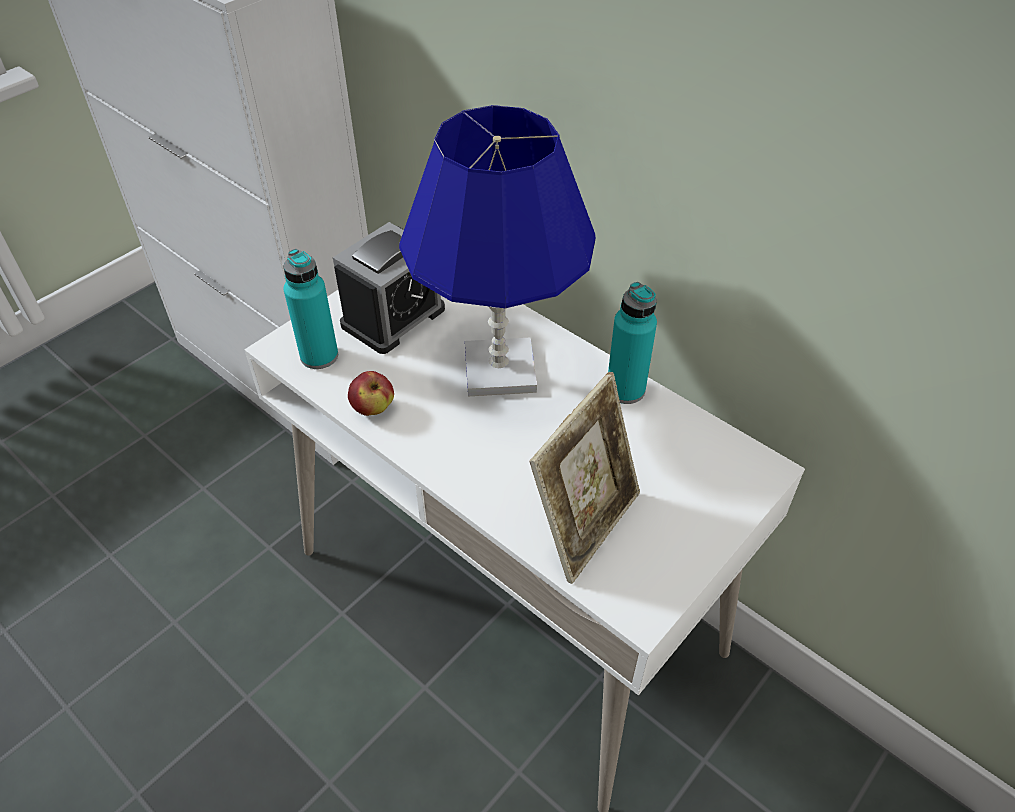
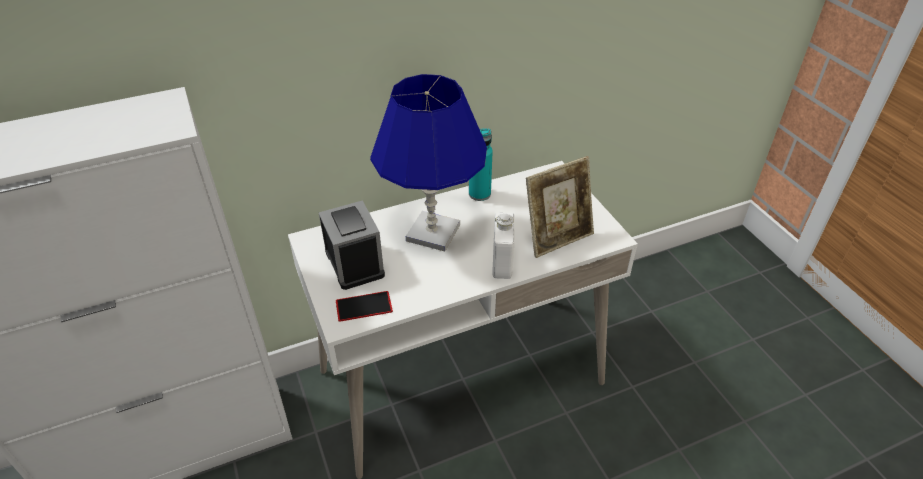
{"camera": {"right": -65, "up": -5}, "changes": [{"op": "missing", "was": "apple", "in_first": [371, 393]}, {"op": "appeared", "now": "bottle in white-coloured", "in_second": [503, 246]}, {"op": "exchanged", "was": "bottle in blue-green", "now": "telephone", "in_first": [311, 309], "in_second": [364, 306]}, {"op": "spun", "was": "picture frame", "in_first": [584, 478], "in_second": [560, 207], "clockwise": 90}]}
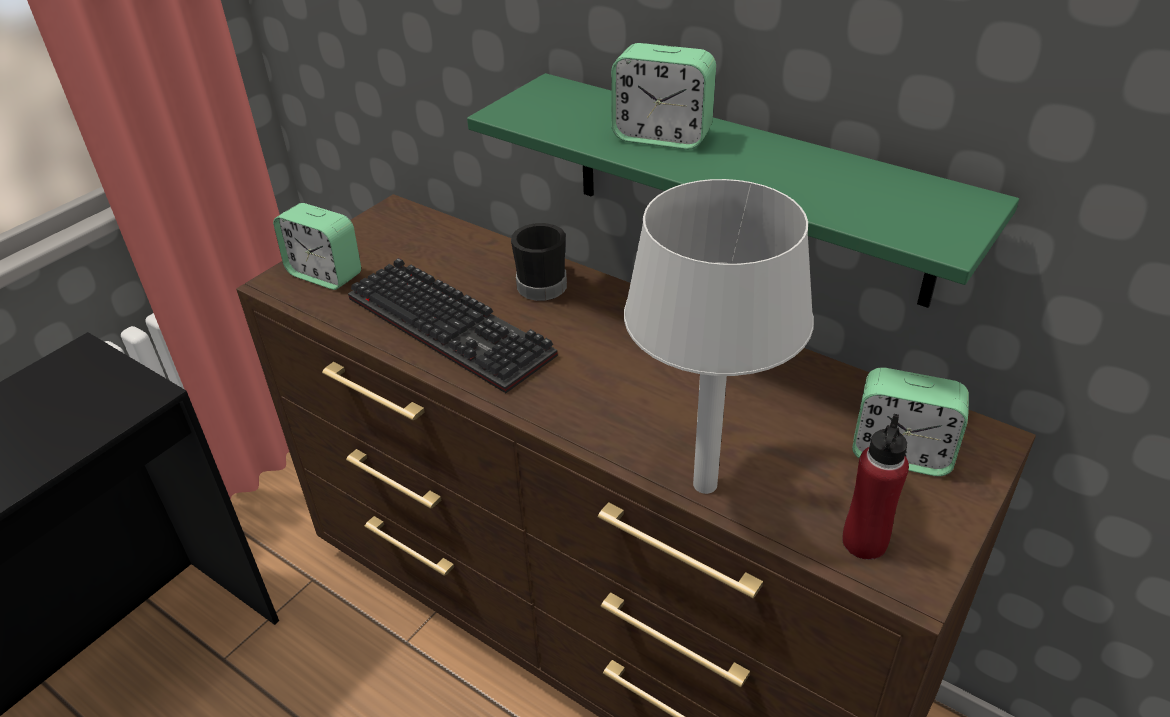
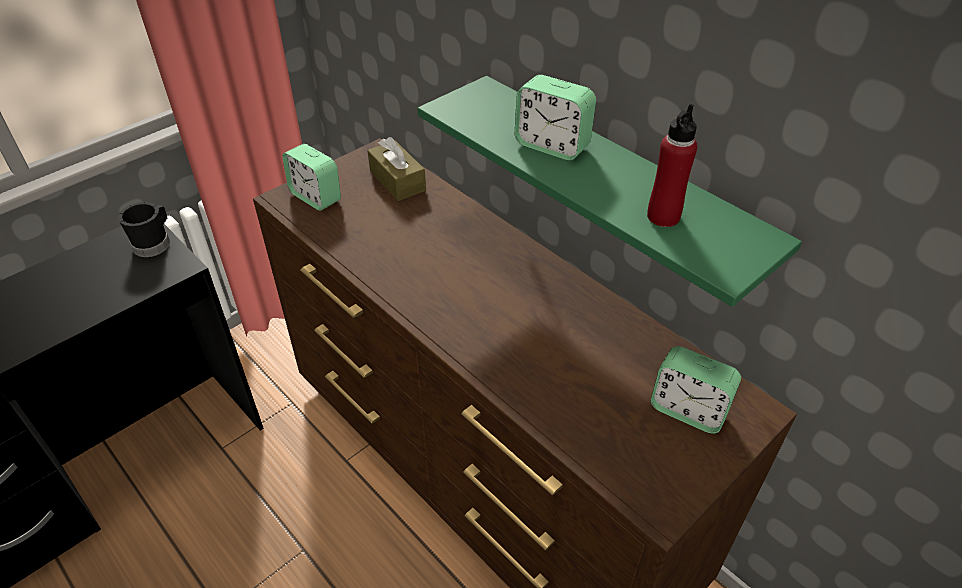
{"camera": {"right": 10, "up": 5}, "changes": [{"op": "missing", "was": "keyboard", "in_first": [453, 325]}, {"op": "missing", "was": "lamp for a table in greyish", "in_first": [719, 336]}, {"op": "appeared", "now": "tissue holder in brown", "in_second": [396, 169]}, {"op": "relocated", "was": "tea mug in black", "in_first": [539, 262], "in_second": [144, 229]}, {"op": "relocated", "was": "bottle in red", "in_first": [875, 487], "in_second": [672, 165]}]}
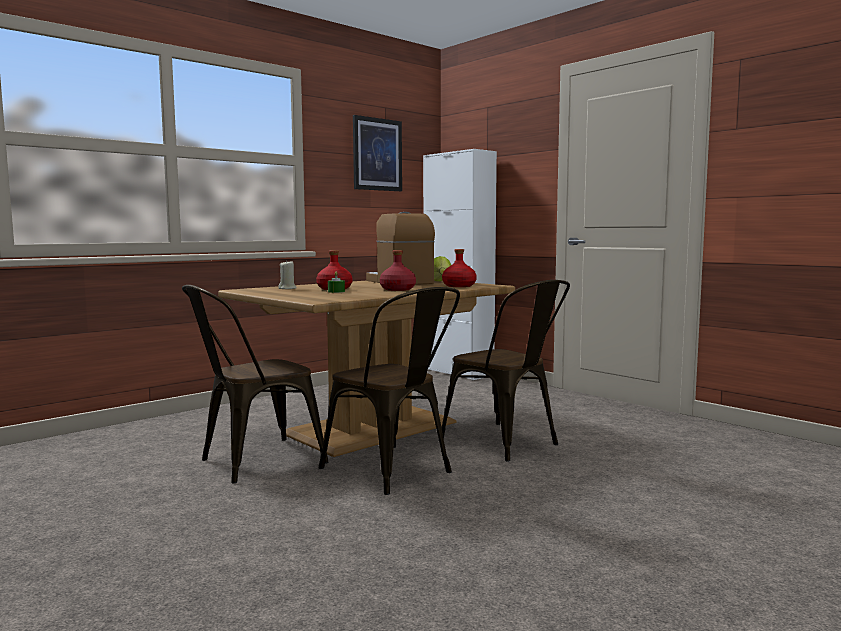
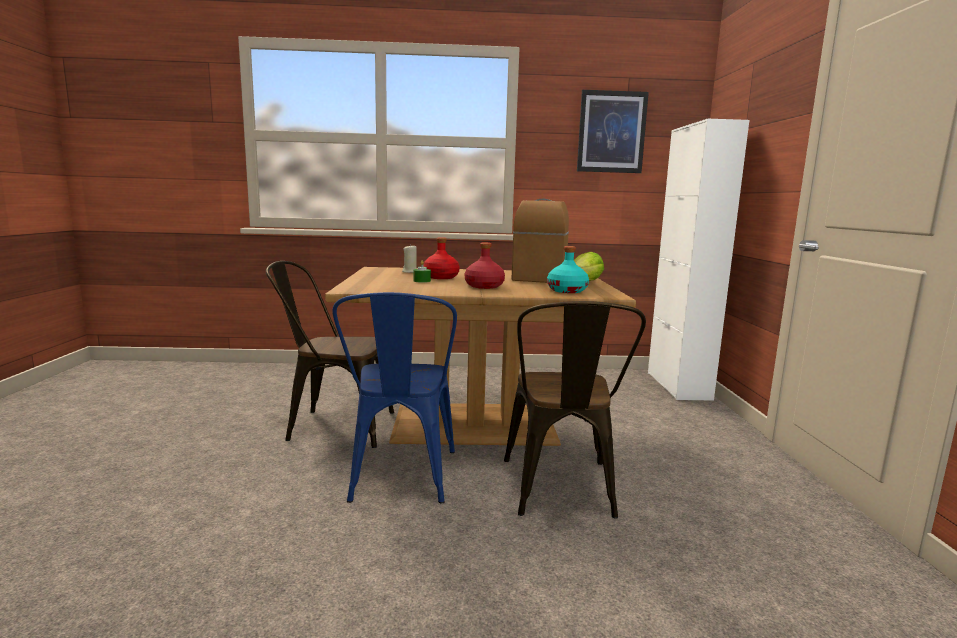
{"camera": {"right": 40, "up": 5}, "changes": [{"op": "colour", "was": "chair in brown", "now": "chair in blue-coloured", "in_first": [389, 391], "in_second": [394, 397]}, {"op": "colour", "was": "bottle in red", "now": "bottle in blue-green", "in_first": [459, 268], "in_second": [568, 269]}]}
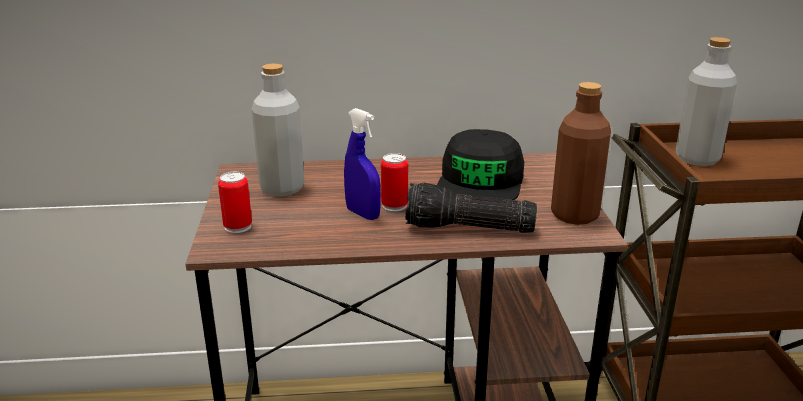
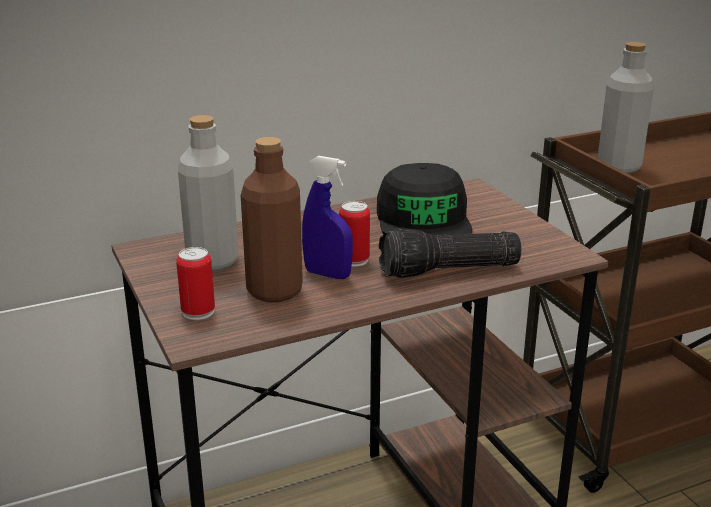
{"camera": {"right": -20, "up": 0}, "changes": [{"op": "relocated", "was": "bottle in brown", "in_first": [581, 153], "in_second": [272, 219]}]}
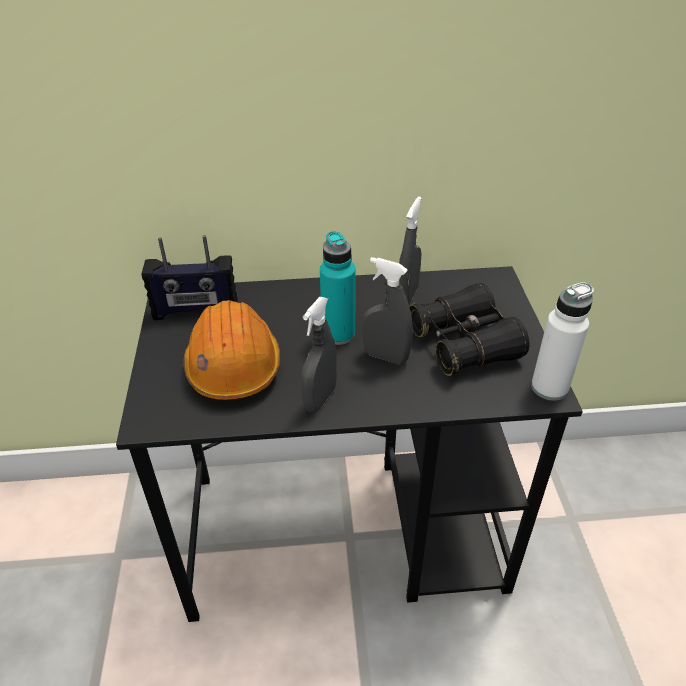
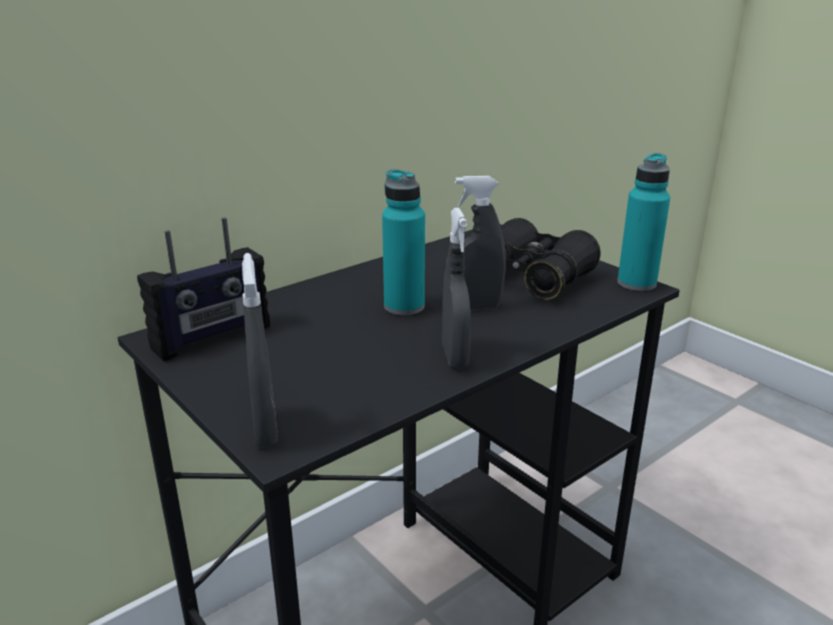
{"camera": {"right": -35, "up": -15}, "changes": [{"op": "missing", "was": "safety helmet in orange", "in_first": [232, 350]}, {"op": "relocated", "was": "hand sprayer in greyish", "in_first": [410, 250], "in_second": [260, 350]}, {"op": "colour", "was": "bottle in white-coloured", "now": "bottle in blue-green", "in_first": [562, 341], "in_second": [643, 222]}]}
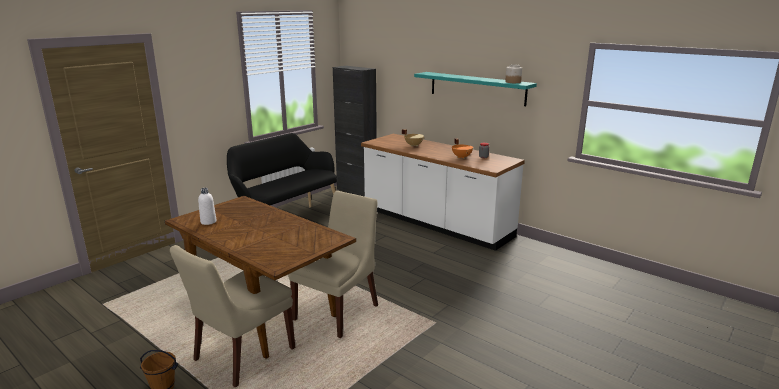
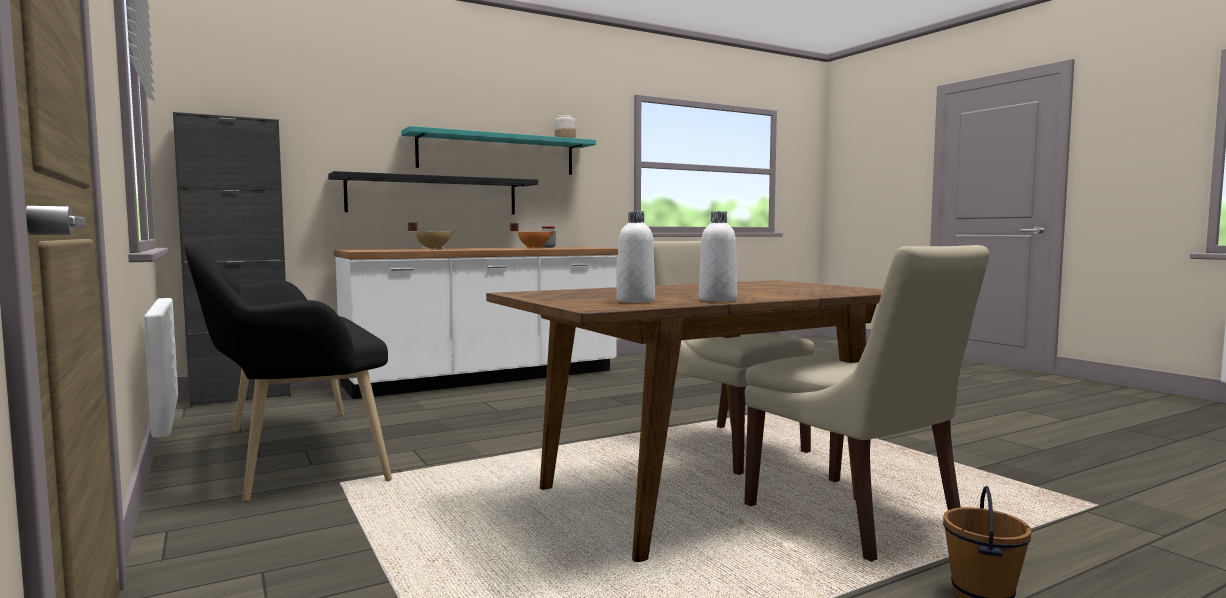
{"camera": {"right": -70, "up": -15}, "changes": [{"op": "appeared", "now": "shelf in black", "in_second": [433, 193]}, {"op": "appeared", "now": "bottle in white-coloured", "in_second": [718, 256]}]}
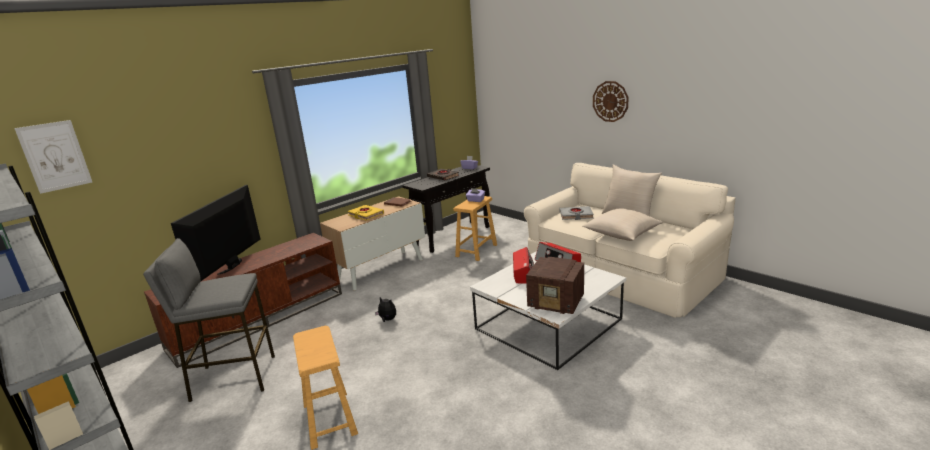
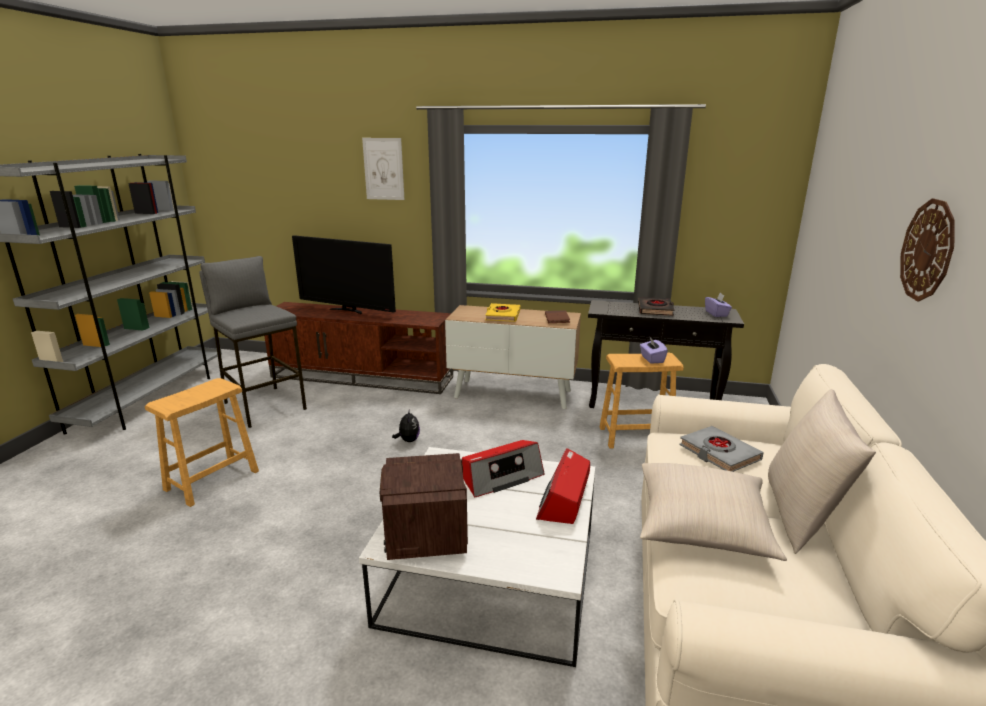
{"camera": {"right": 55, "up": 0}, "changes": [{"op": "relocated", "was": "picture", "in_first": [53, 157], "in_second": [383, 169]}, {"op": "spun", "was": "TV", "in_first": [215, 233], "in_second": [344, 274], "clockwise": -135}]}
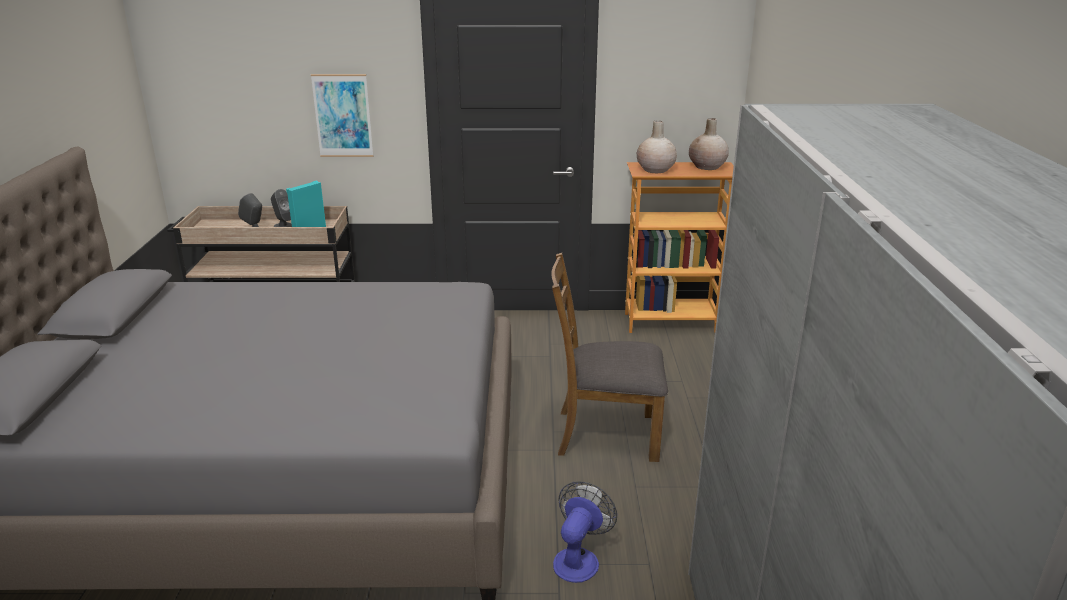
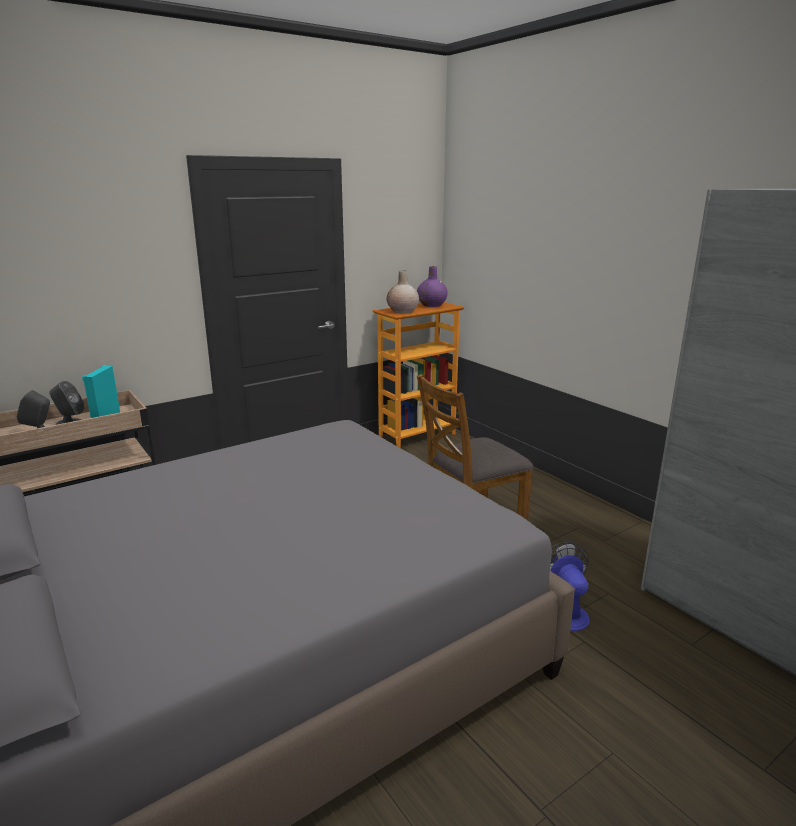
{"camera": {"right": -35, "up": -5}, "changes": [{"op": "missing", "was": "picture", "in_first": [342, 115]}, {"op": "colour", "was": "decorative vase in beige-coloured", "now": "decorative vase in purplish", "in_first": [709, 144], "in_second": [432, 286]}]}
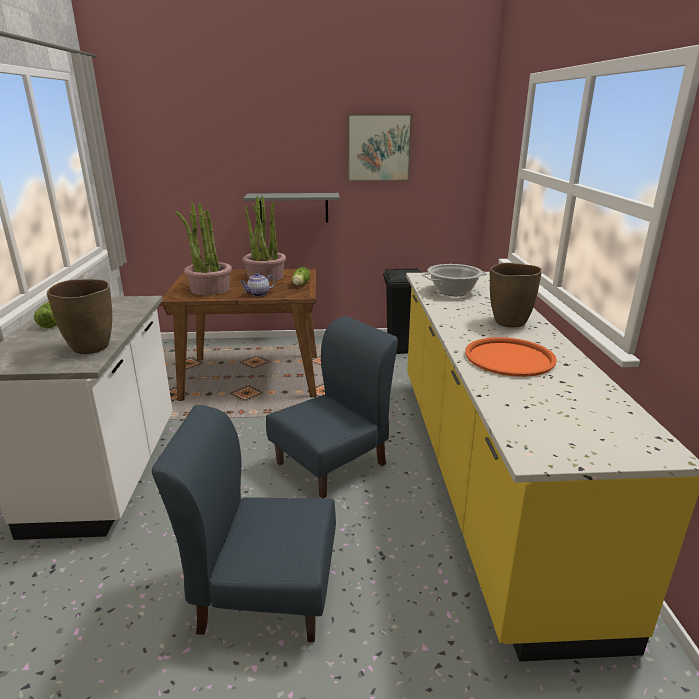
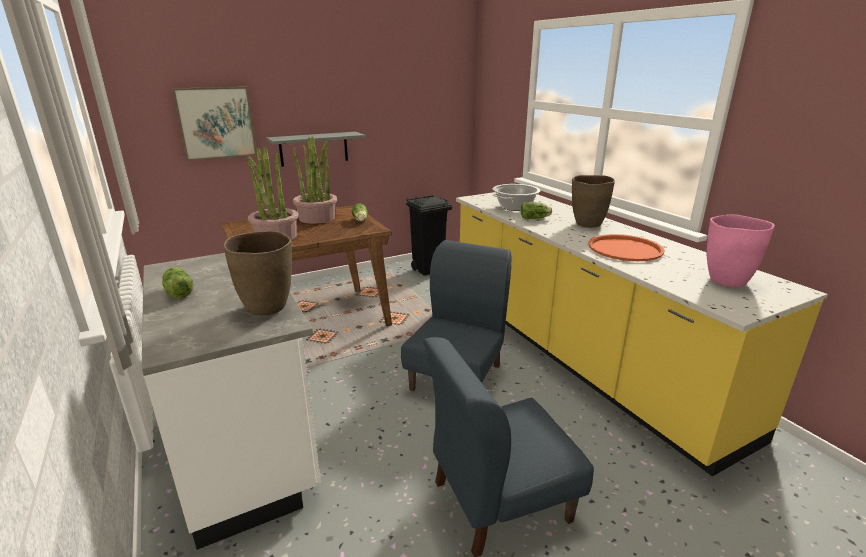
{"camera": {"right": -25, "up": 0}, "changes": [{"op": "missing", "was": "tea pot", "in_first": [257, 285]}, {"op": "appeared", "now": "head of lettuce", "in_second": [536, 210]}, {"op": "appeared", "now": "decorative vase in pinkish", "in_second": [741, 250]}, {"op": "relocated", "was": "picture", "in_first": [379, 148], "in_second": [214, 124]}]}
